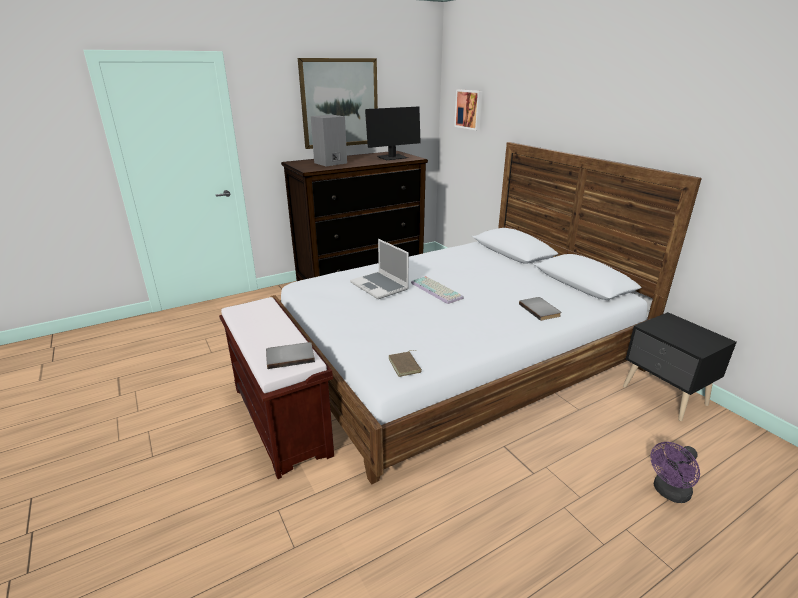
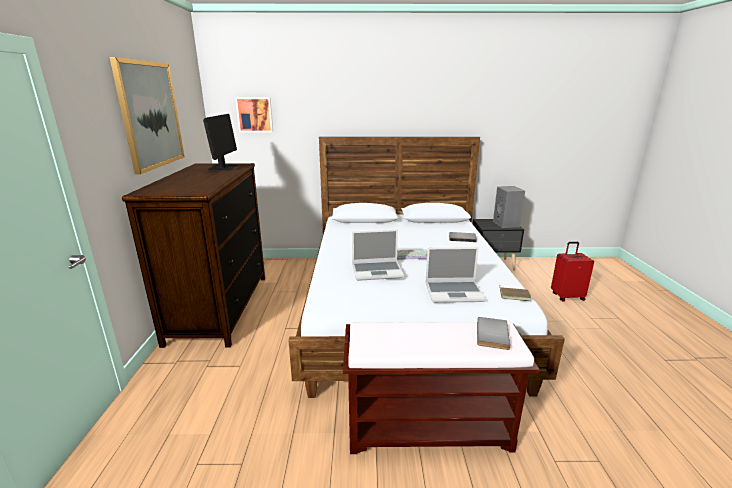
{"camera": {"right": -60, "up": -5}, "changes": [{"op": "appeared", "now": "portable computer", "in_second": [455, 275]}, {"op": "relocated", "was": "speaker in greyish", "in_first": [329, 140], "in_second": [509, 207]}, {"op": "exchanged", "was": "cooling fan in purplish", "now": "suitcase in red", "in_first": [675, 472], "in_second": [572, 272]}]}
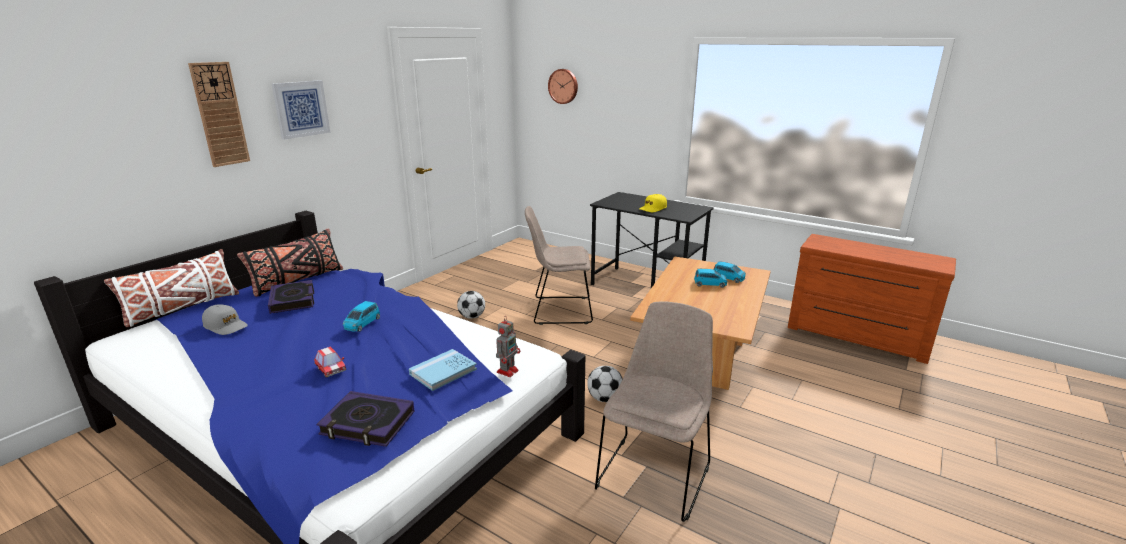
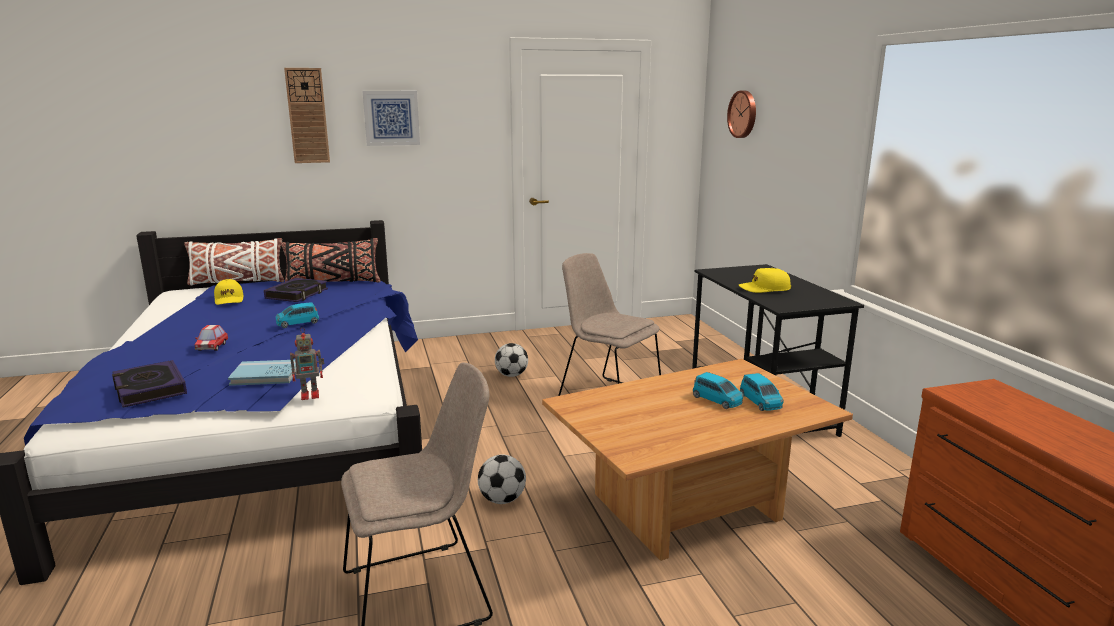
{"camera": {"right": 40, "up": -5}, "changes": [{"op": "colour", "was": "baseball cap in greyish", "now": "baseball cap in yellowish", "in_first": [225, 319], "in_second": [229, 292]}]}
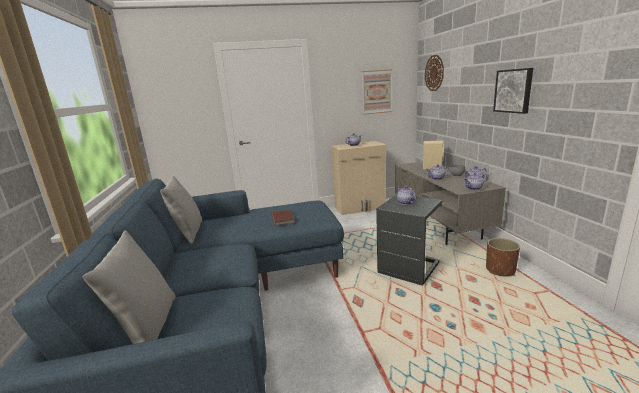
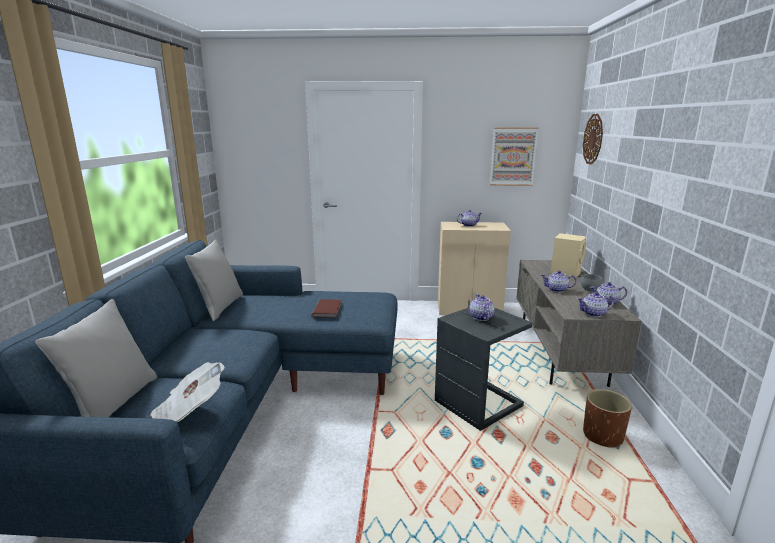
{"camera": {"right": 15, "up": 0}, "changes": [{"op": "missing", "was": "picture", "in_first": [513, 91]}, {"op": "appeared", "now": "printed paper", "in_second": [187, 392]}]}
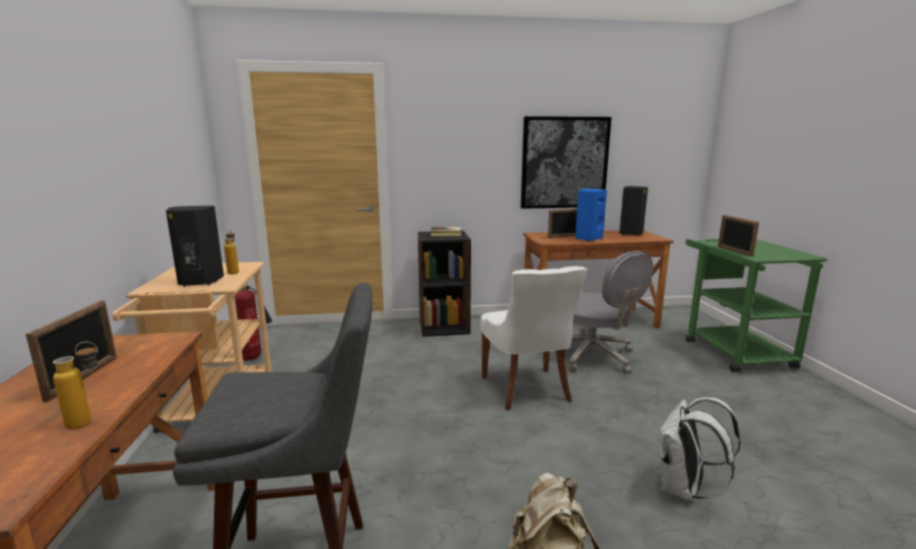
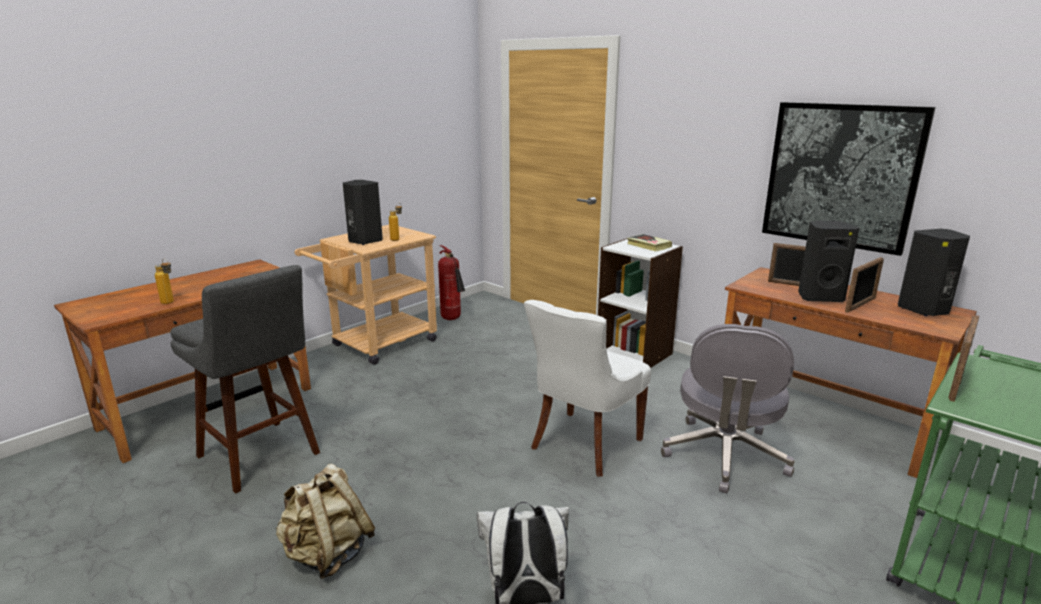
{"camera": {"right": 50, "up": 5}, "changes": [{"op": "relocated", "was": "picture frame", "in_first": [71, 351], "in_second": [864, 285]}, {"op": "colour", "was": "bookshelf in black", "now": "bookshelf in white-coloured", "in_first": [444, 284], "in_second": [640, 302]}, {"op": "colour", "was": "speaker in blue-coloured", "now": "speaker in black", "in_first": [591, 215], "in_second": [828, 261]}]}
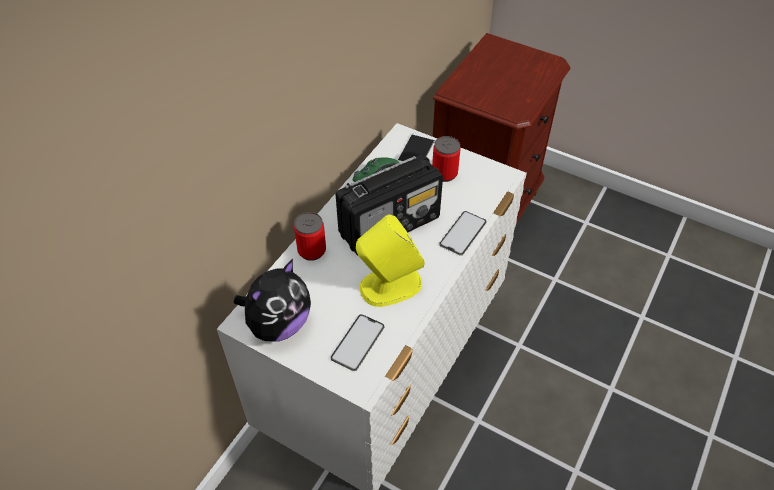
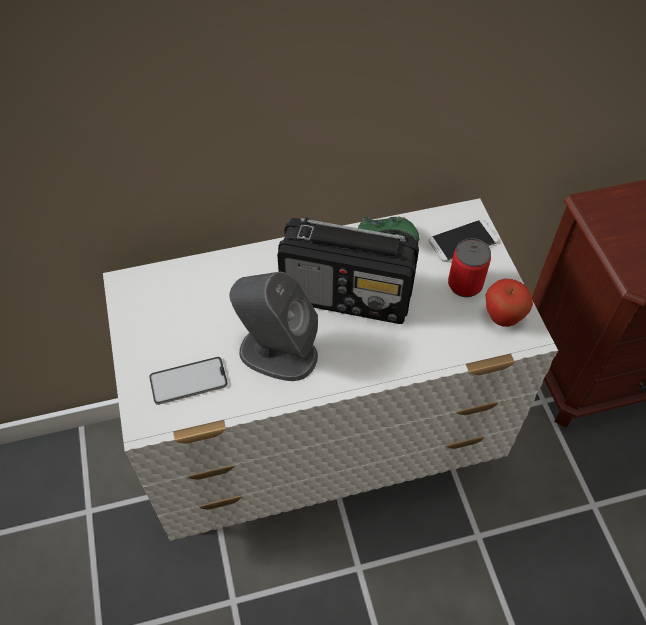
{"camera": {"right": 45, "up": 5}, "changes": [{"op": "missing", "was": "cuddly toy", "in_first": [272, 300]}, {"op": "missing", "was": "sealed can", "in_first": [310, 236]}, {"op": "missing", "was": "telephone", "in_first": [463, 233]}, {"op": "appeared", "now": "apple", "in_second": [509, 302]}, {"op": "colour", "was": "speaker in yellowish", "now": "speaker in greyish", "in_first": [390, 260], "in_second": [273, 326]}]}
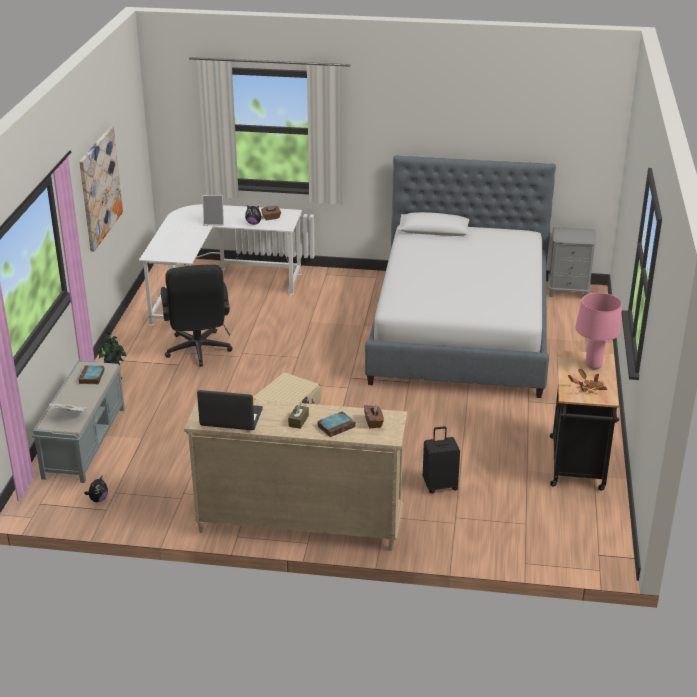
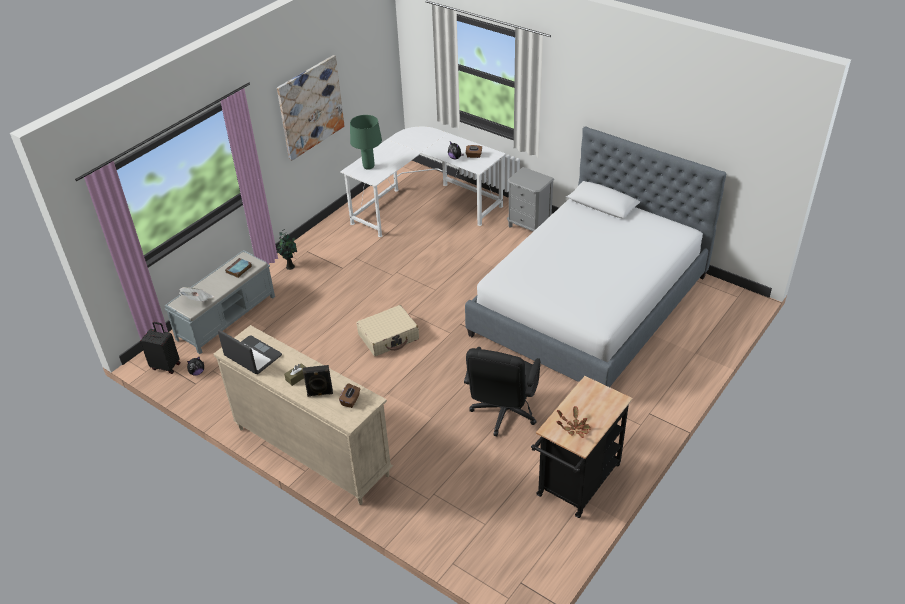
{"camera": {"right": 30, "up": 10}, "changes": [{"op": "missing", "was": "picture frame", "in_first": [213, 210]}, {"op": "missing", "was": "lamp for a table in pinkish", "in_first": [598, 331]}, {"op": "appeared", "now": "lamp for a table in green", "in_second": [366, 142]}, {"op": "relocated", "was": "office chair in black", "in_first": [197, 316], "in_second": [502, 391]}, {"op": "relocated", "was": "suitcase in black", "in_first": [441, 459], "in_second": [160, 348]}, {"op": "relocated", "was": "night table in greyish", "in_first": [572, 262], "in_second": [530, 199]}, {"op": "exchanged", "was": "book", "now": "speaker in black", "in_first": [336, 424], "in_second": [318, 381]}]}
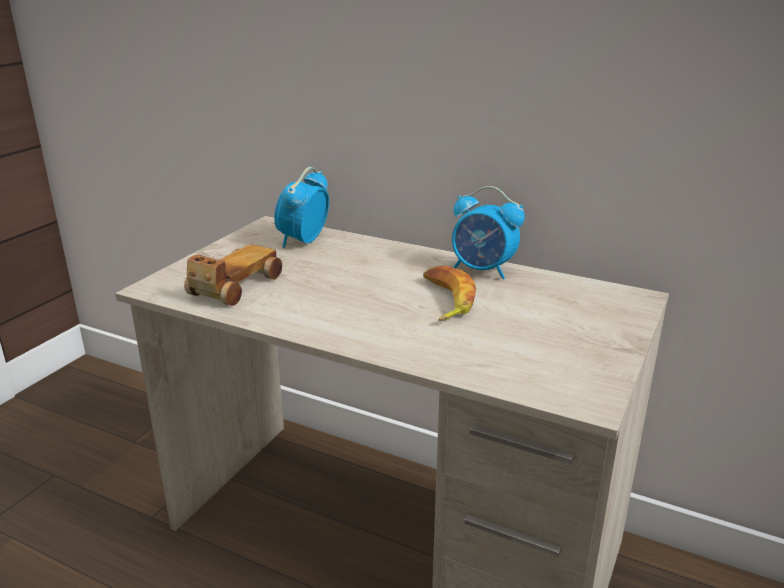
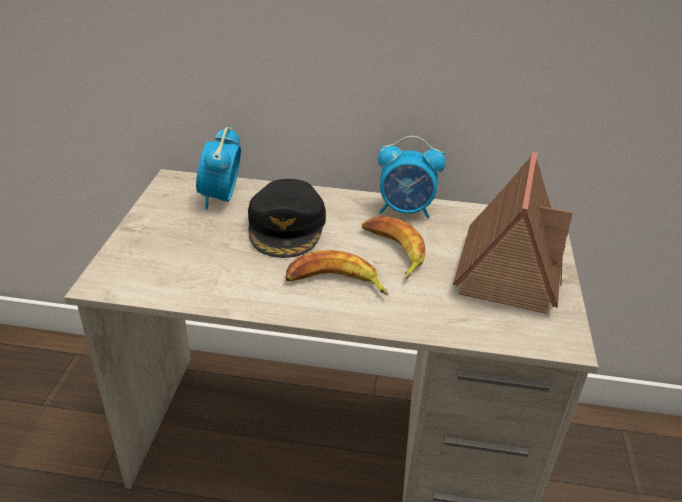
{"camera": {"right": -20, "up": 10}, "changes": [{"op": "missing", "was": "miniature car", "in_first": [233, 275]}, {"op": "appeared", "now": "baseball cap in black", "in_second": [287, 218]}, {"op": "appeared", "now": "whole banana", "in_second": [336, 272]}, {"op": "appeared", "now": "toy house", "in_second": [513, 233]}]}
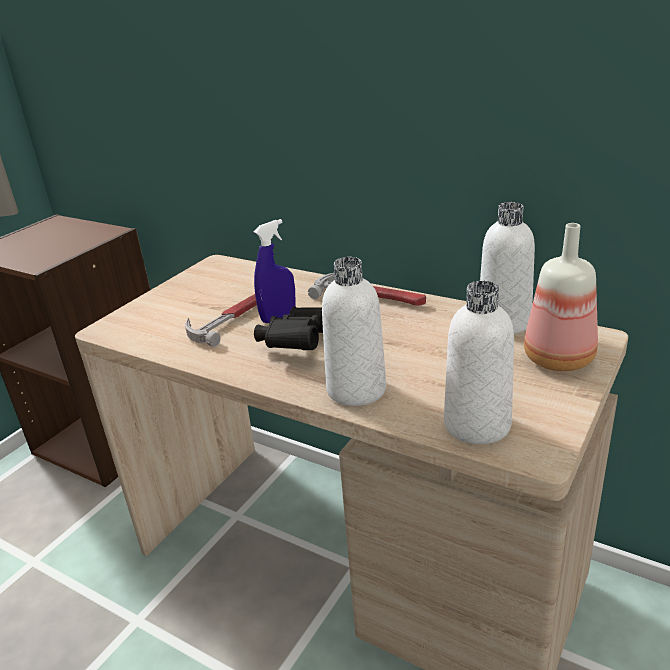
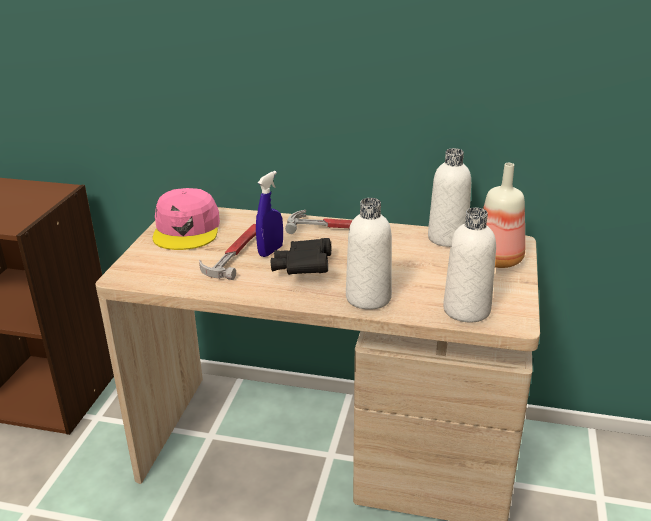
{"camera": {"right": -20, "up": 0}, "changes": [{"op": "appeared", "now": "baseball cap in pinkish", "in_second": [186, 219]}]}
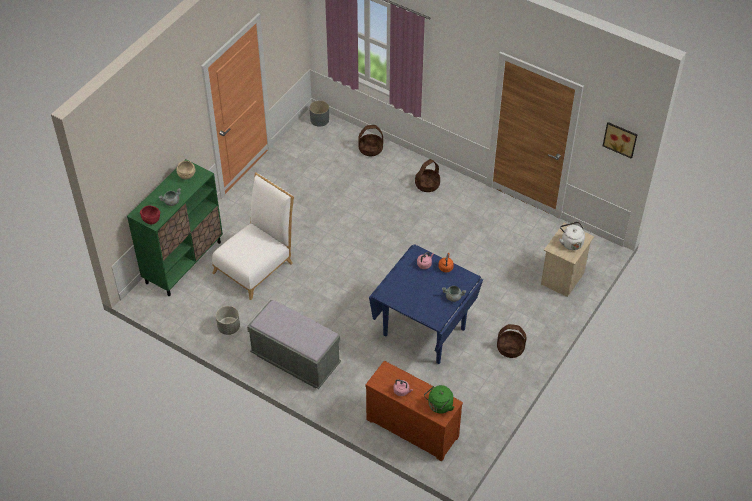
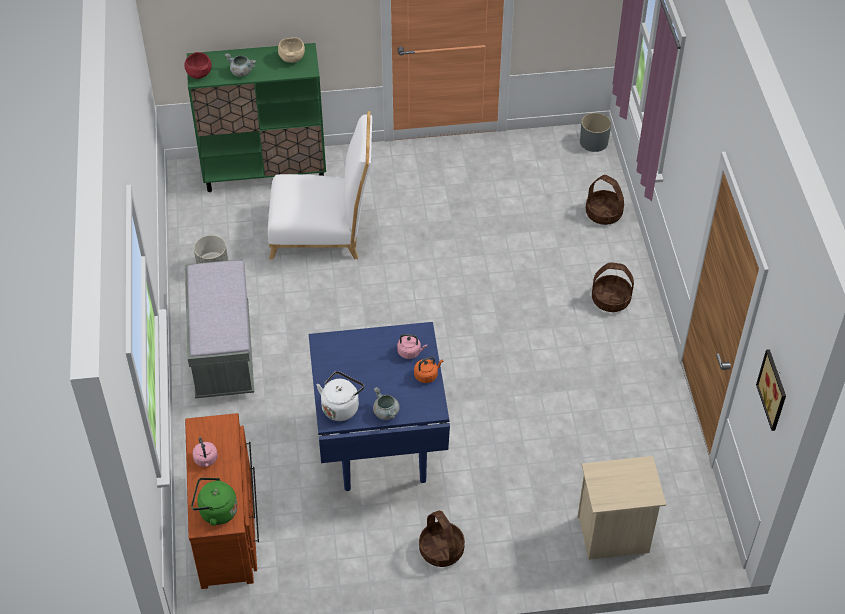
{"camera": {"right": 50, "up": 0}, "changes": [{"op": "relocated", "was": "kettle in white-coloured", "in_first": [572, 236], "in_second": [340, 396]}]}
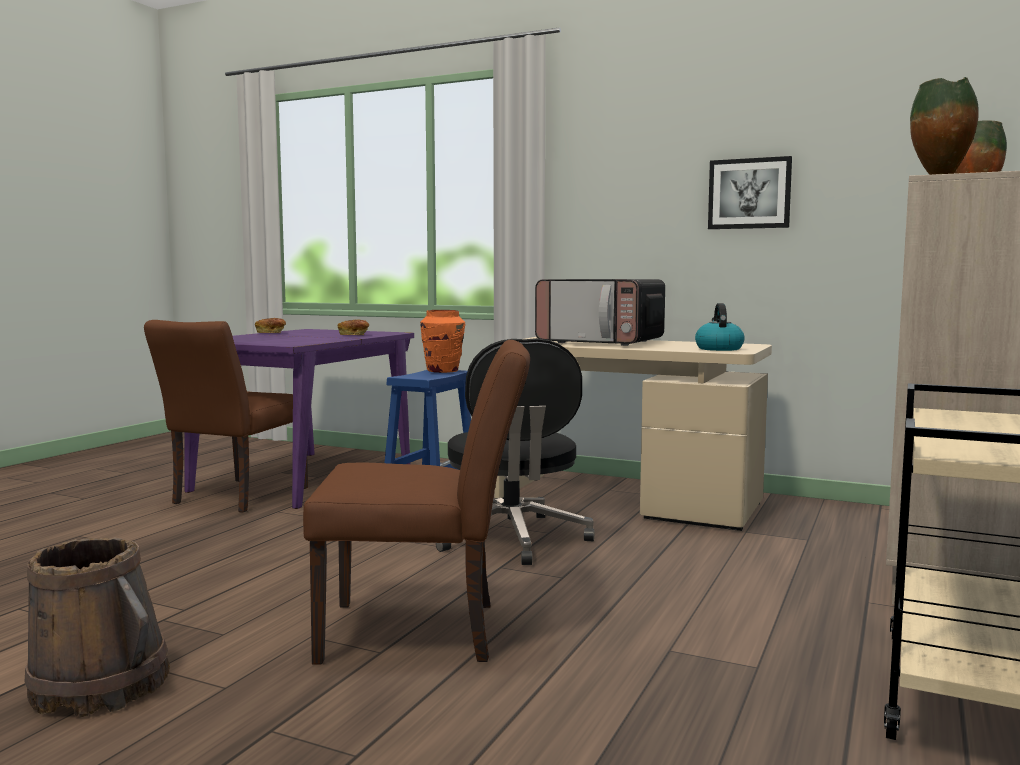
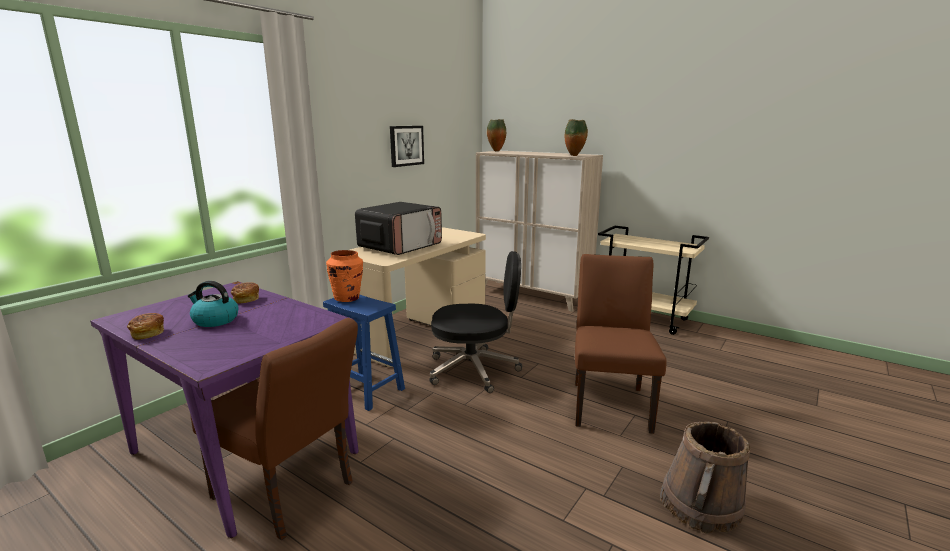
{"camera": {"right": -80, "up": 10}, "changes": [{"op": "relocated", "was": "kettle", "in_first": [720, 327], "in_second": [213, 304]}]}
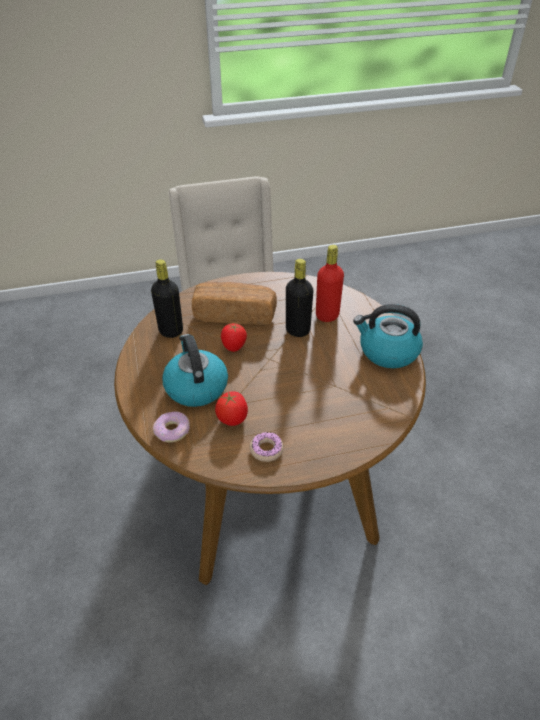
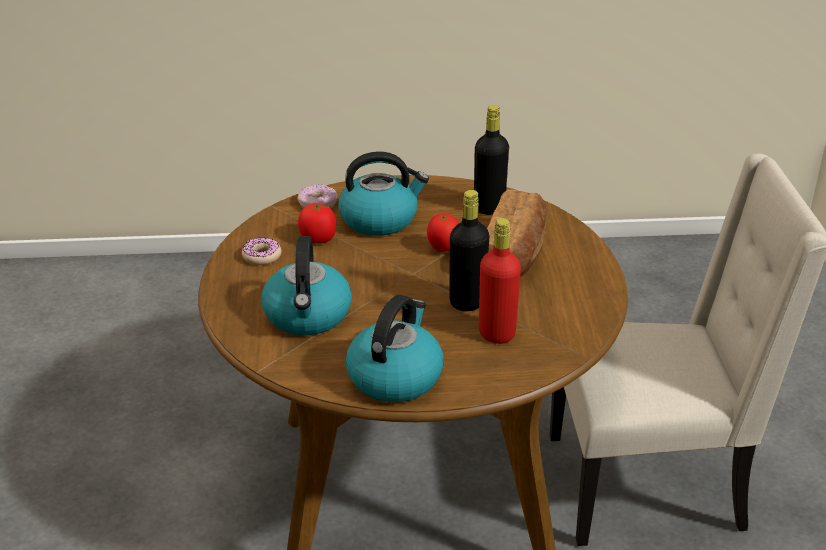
{"camera": {"right": 100, "up": -10}, "changes": [{"op": "appeared", "now": "kettle", "in_second": [306, 285]}]}
